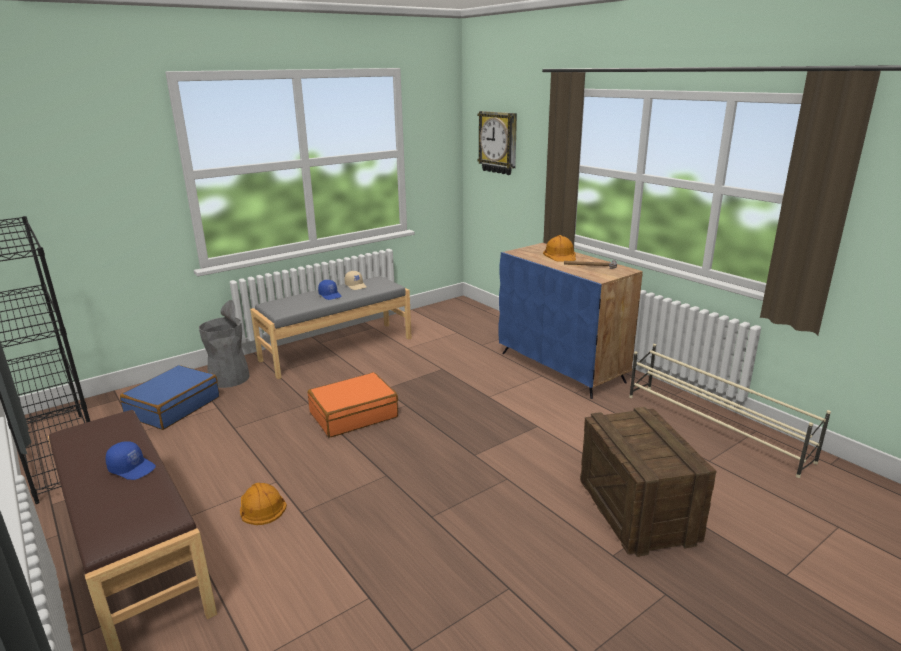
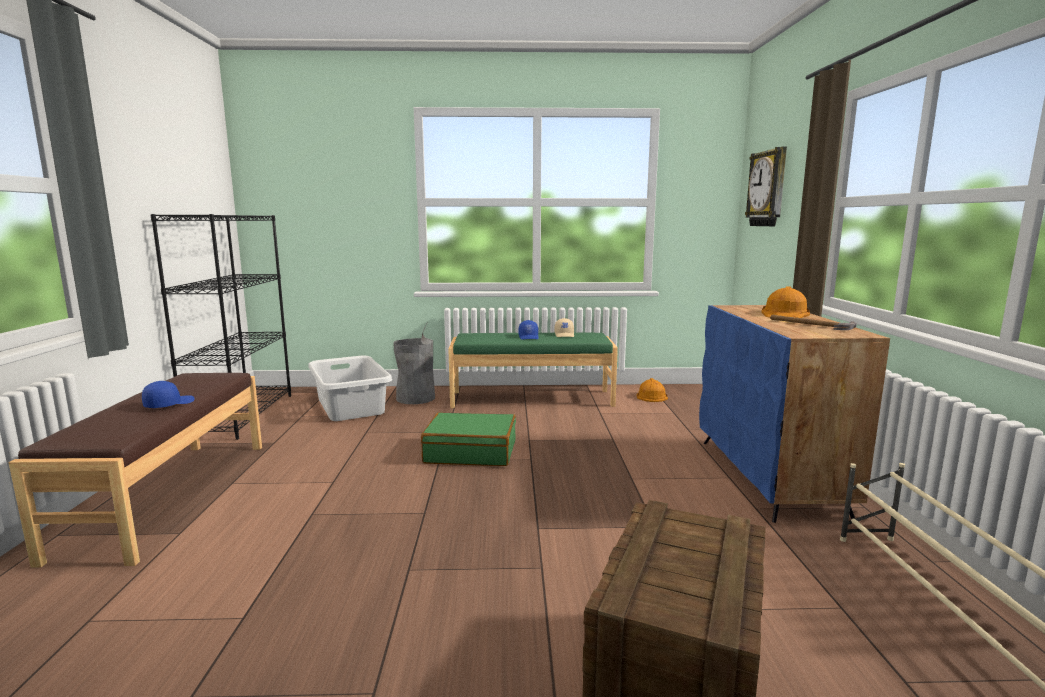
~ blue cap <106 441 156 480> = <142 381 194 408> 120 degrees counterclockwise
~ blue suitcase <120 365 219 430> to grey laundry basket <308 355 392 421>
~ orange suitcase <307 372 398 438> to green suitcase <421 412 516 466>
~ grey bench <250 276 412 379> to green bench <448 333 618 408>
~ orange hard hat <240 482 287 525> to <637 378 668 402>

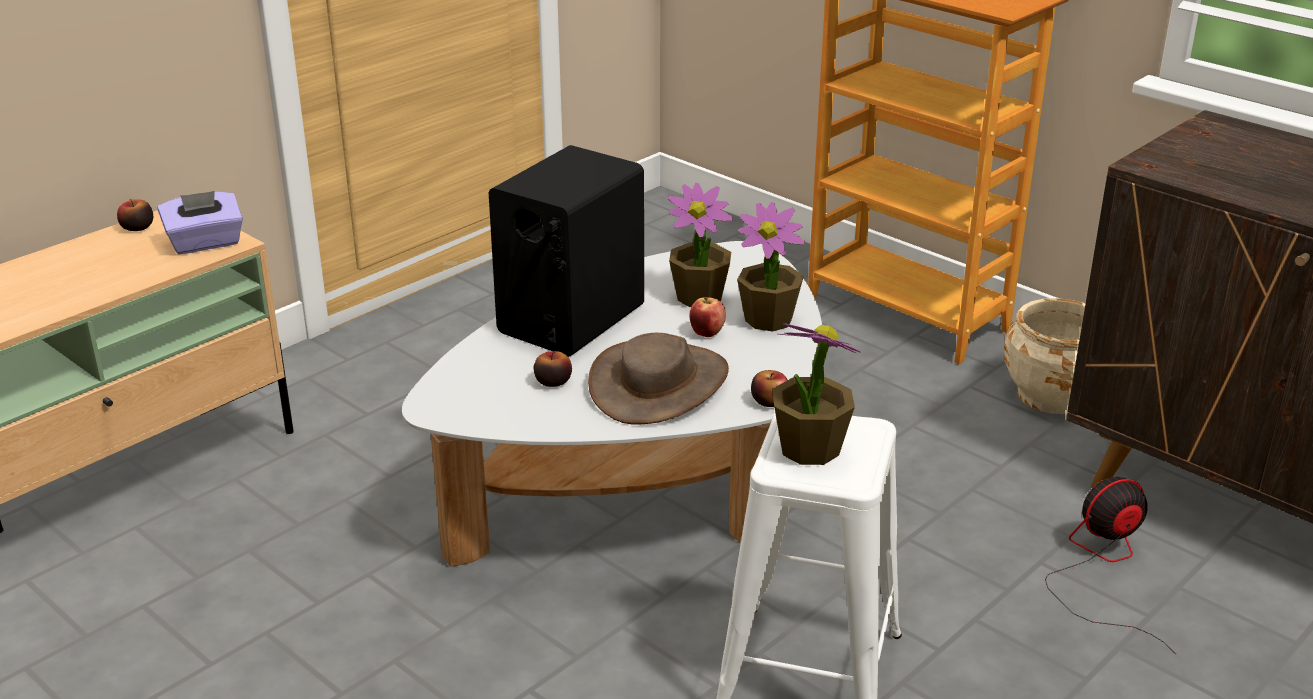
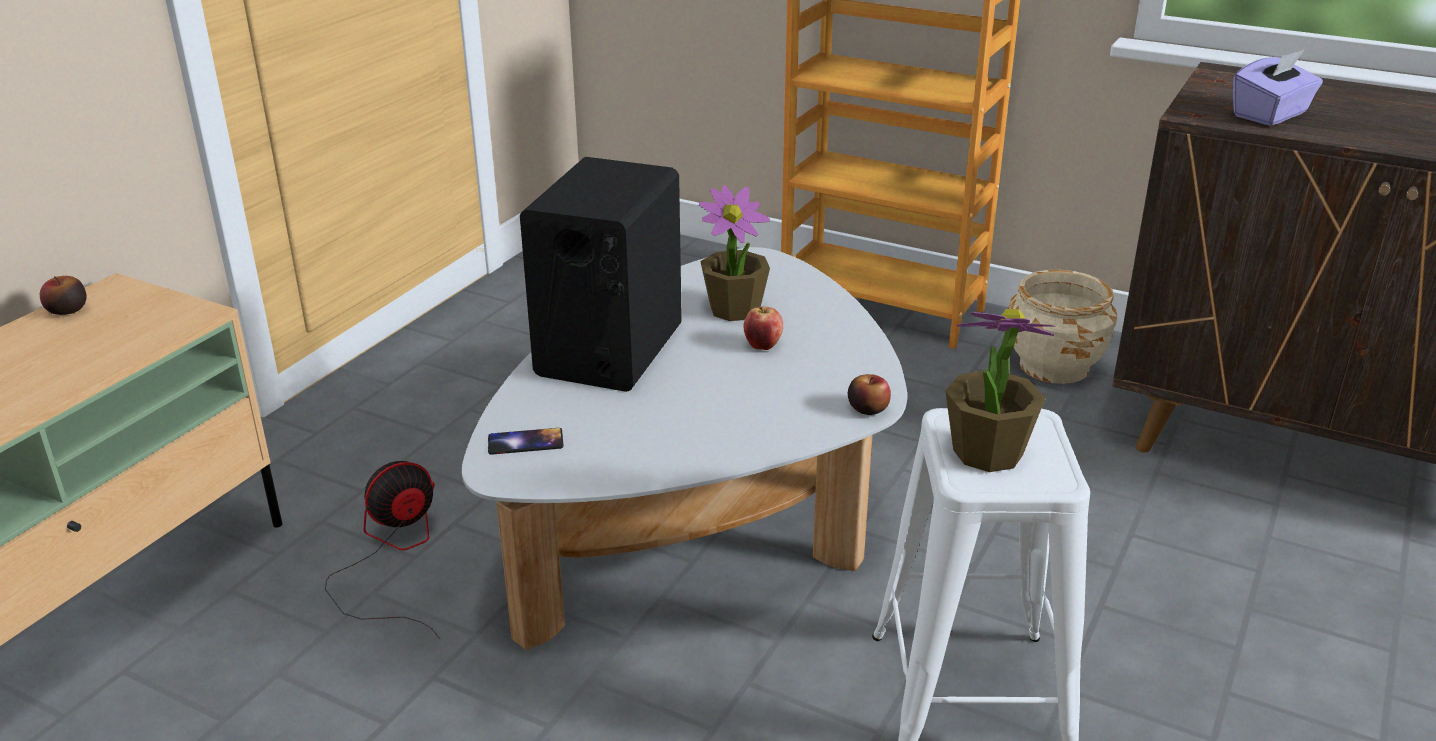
~ fan <1045 477 1176 654> to <325 461 440 639>
+ phone <488 428 564 455>
~ purple tissue box <157 191 243 254> to <1233 50 1323 126>
- apple <534 351 572 387>
- brown hat <588 333 729 424>
- potted plant <737 202 805 331>

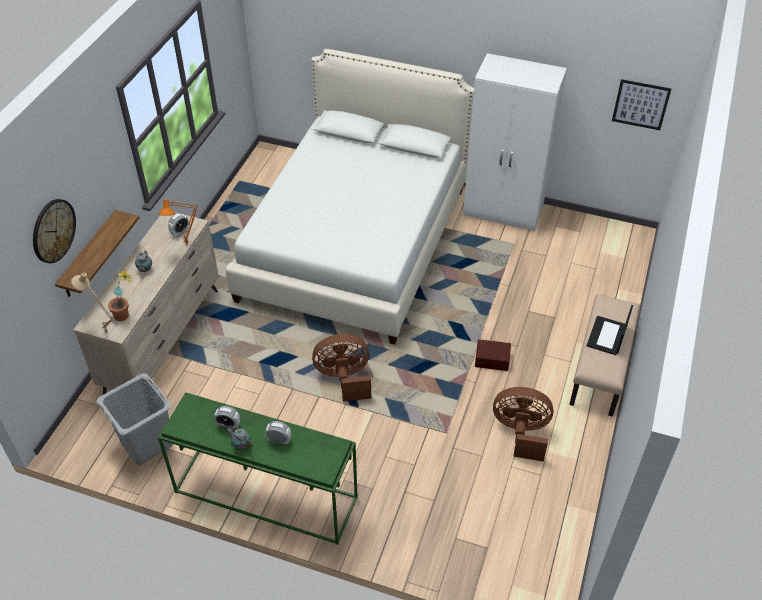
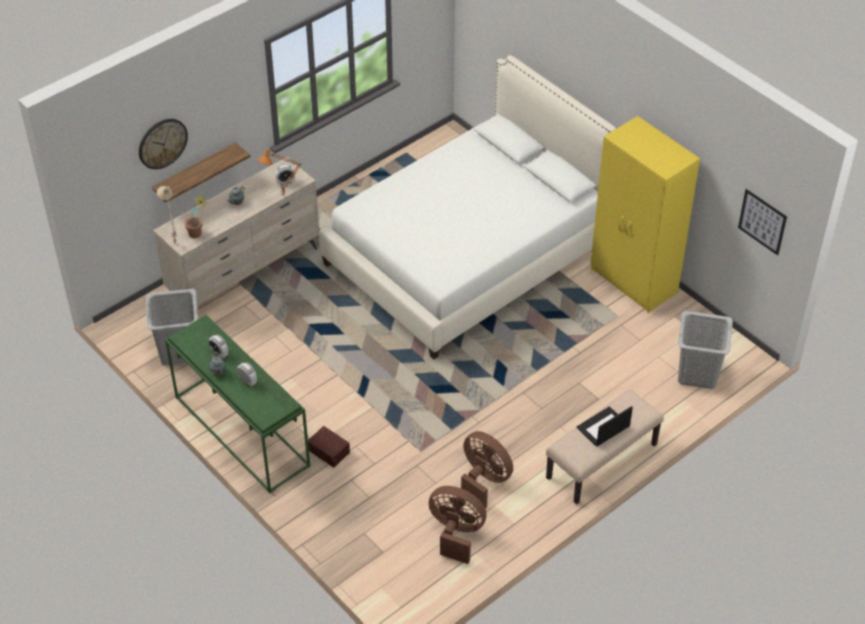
~ brown storage box <475 339 511 371> to <308 426 350 467>
~ brown fan <312 334 371 402> to <429 486 487 564>
~ white wardrobe <463 53 567 232> to yellow wardrobe <590 116 700 313>
+ grey laundry basket <678 311 733 389>

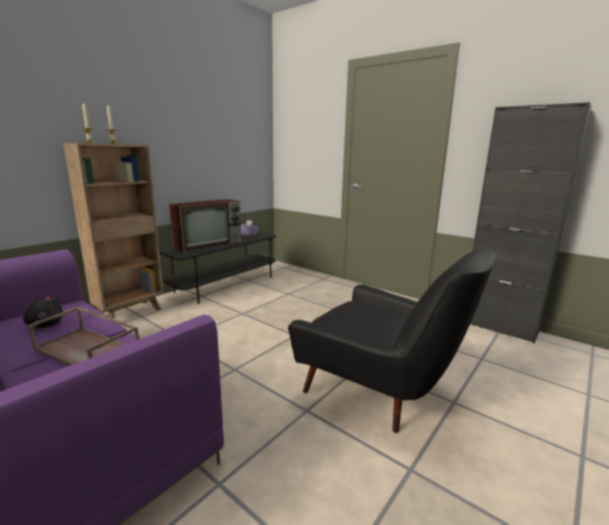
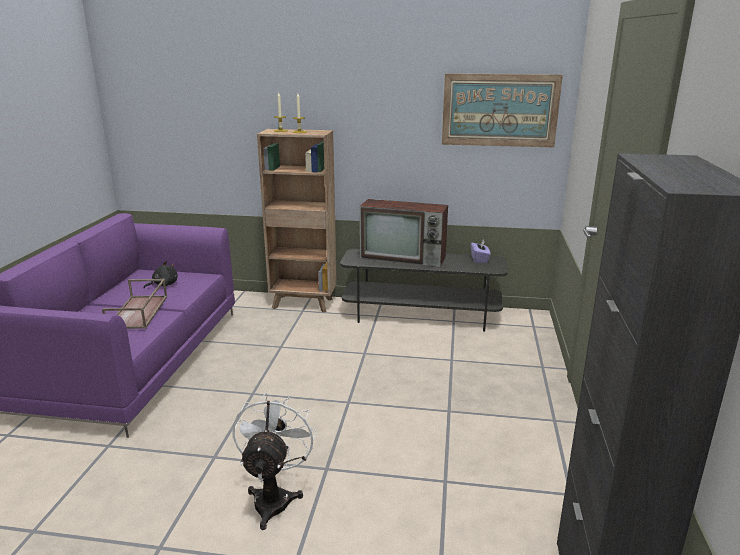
~ black armchair <288 249 497 433> to white fan <233 393 316 530>
+ picture <442 73 563 147>

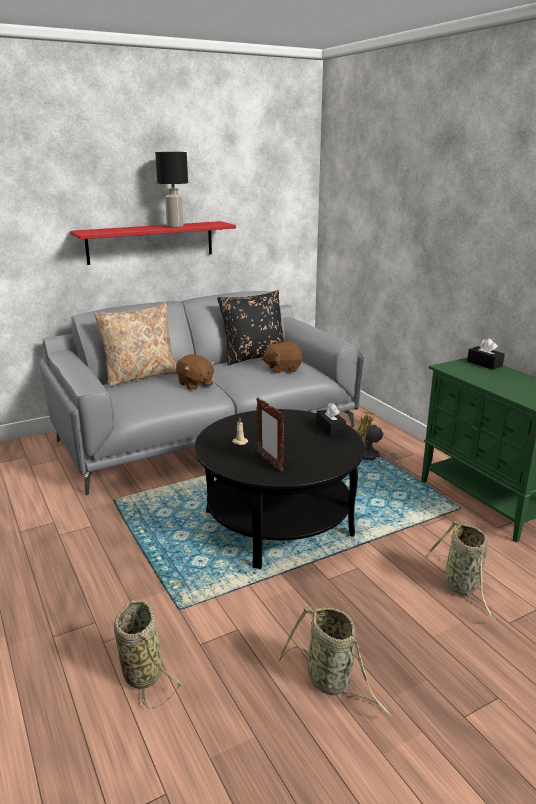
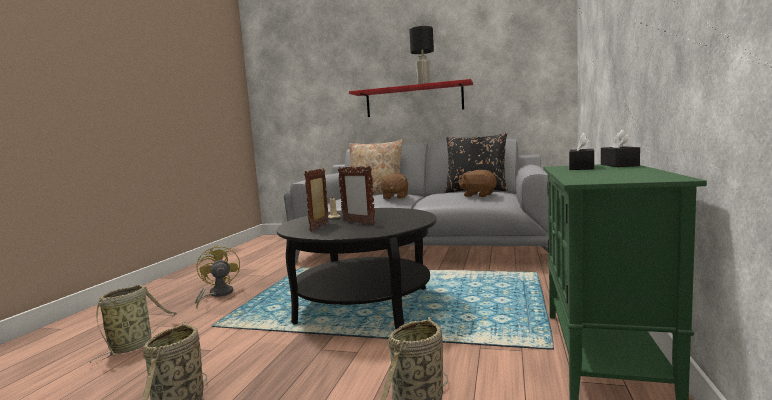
~ yellow fan <356 411 400 472> to <195 245 240 308>
+ picture frame <338 166 376 225>
~ black tissue box <316 403 346 437> to <569 132 594 170>

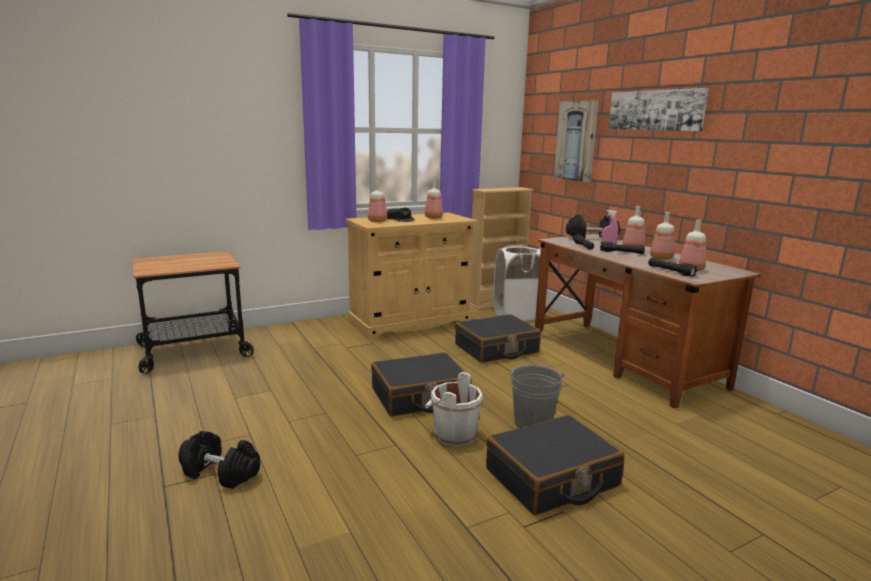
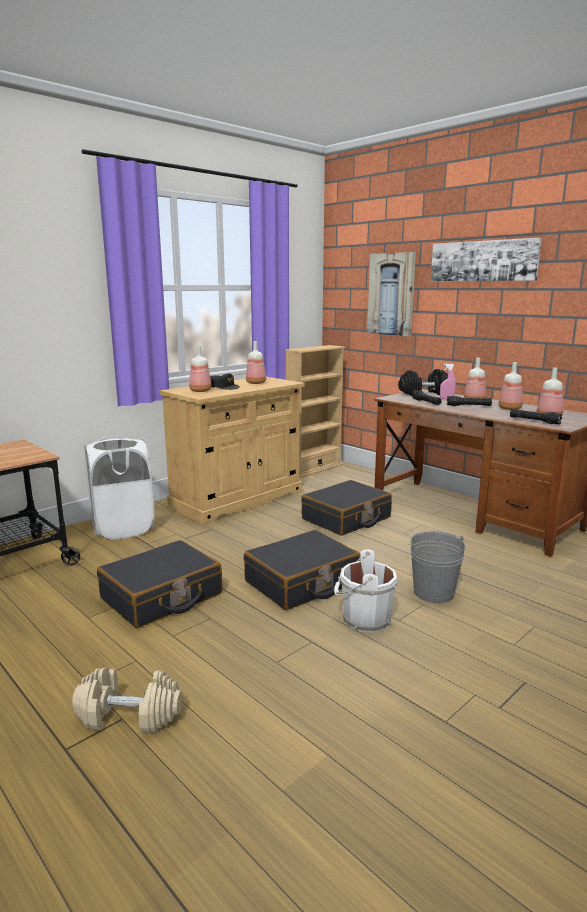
~ black dumbbell <178 431 260 489> to beige dumbbell <72 668 182 734>
~ white laundry basket <493 245 541 321> to <84 436 154 539>
~ black suitcase <486 415 625 515> to <97 540 222 628>

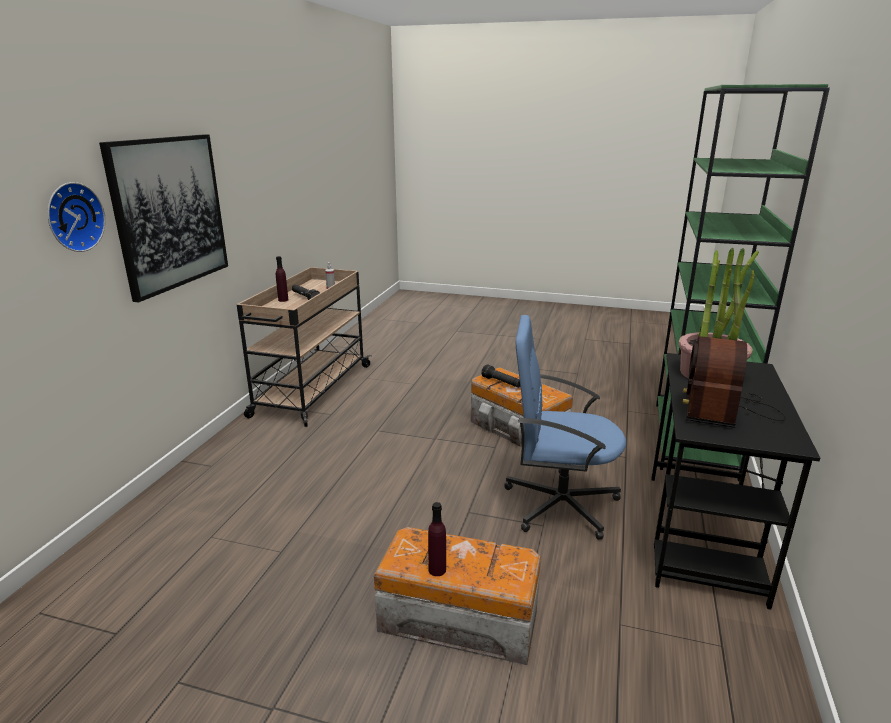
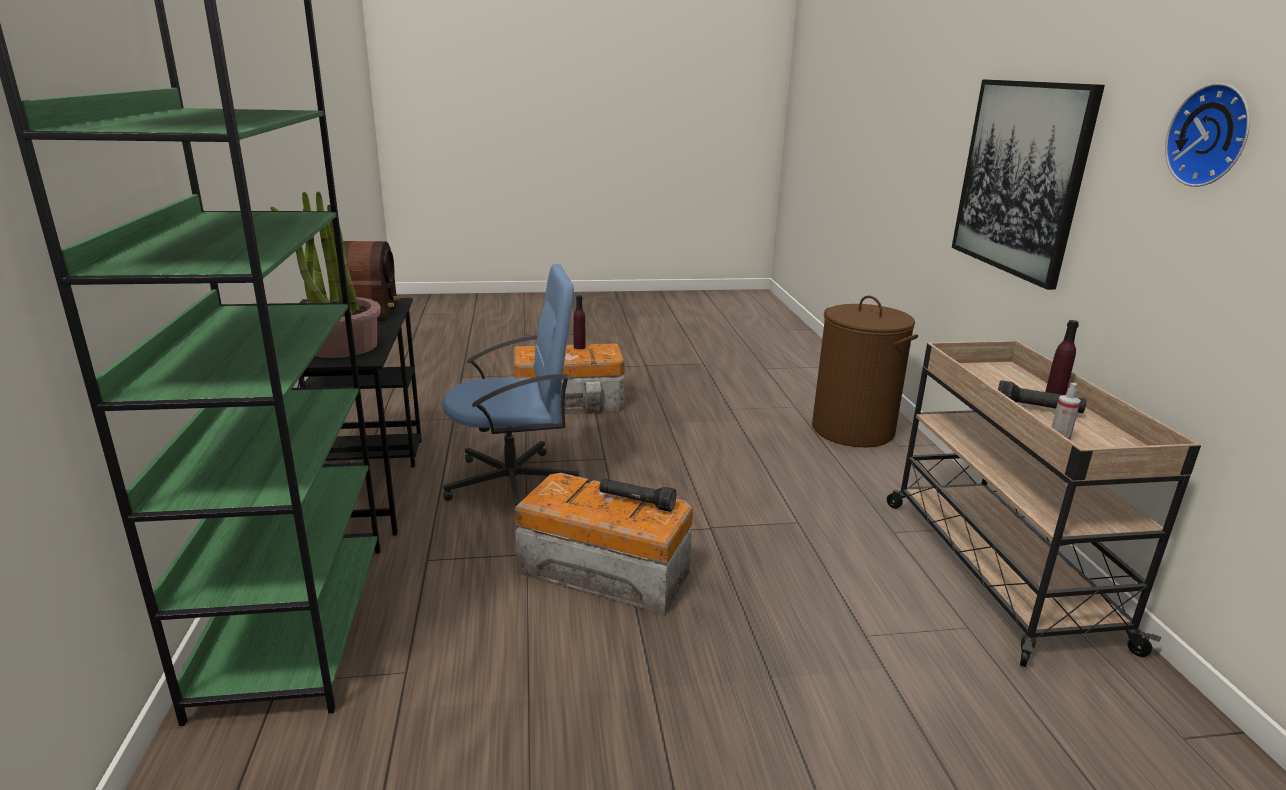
+ brown laundry basket <812 295 918 447>
~ wall clock <47 182 105 252> to <1165 83 1250 187>

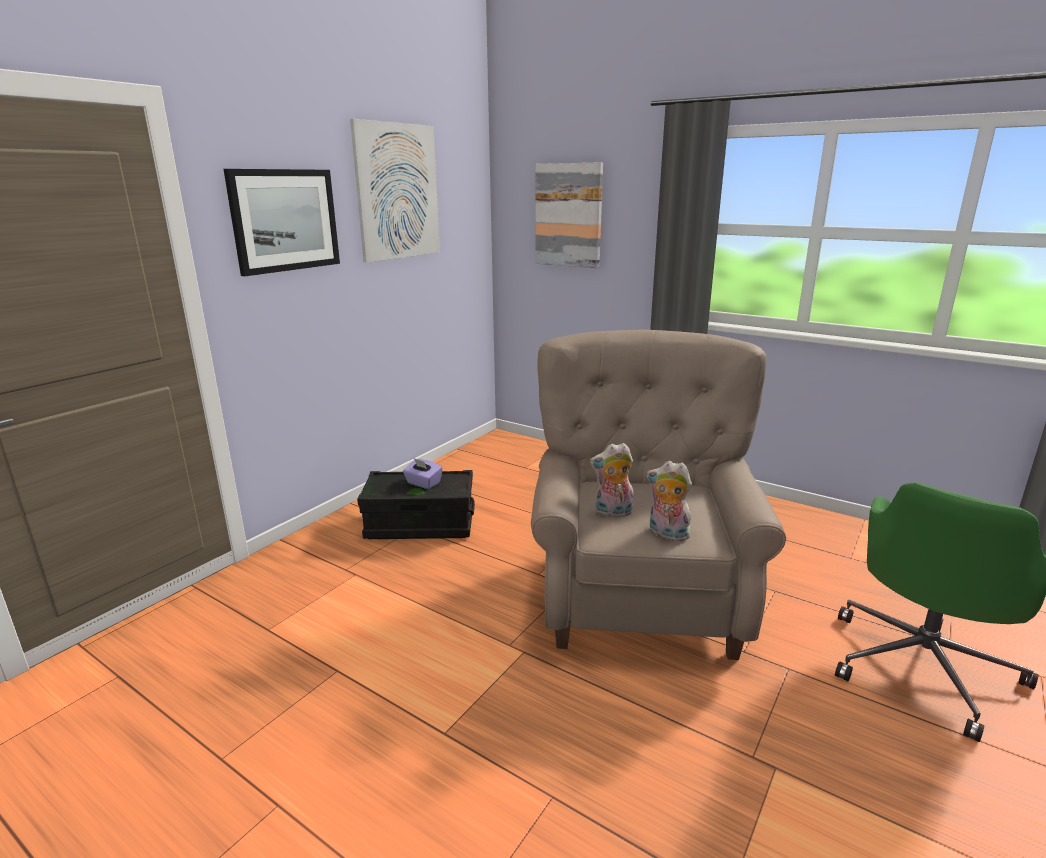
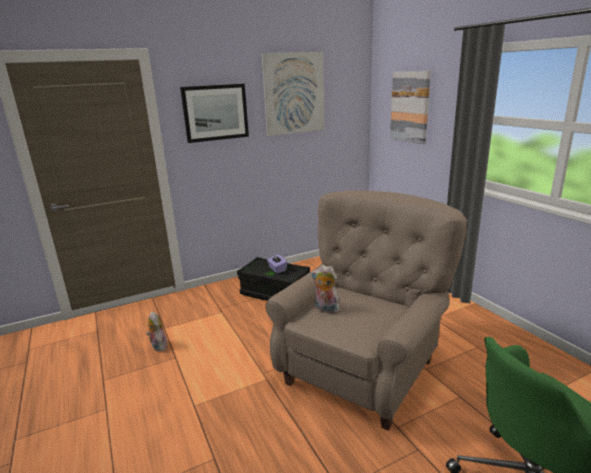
~ plush toy <647 461 692 541> to <146 311 168 351>

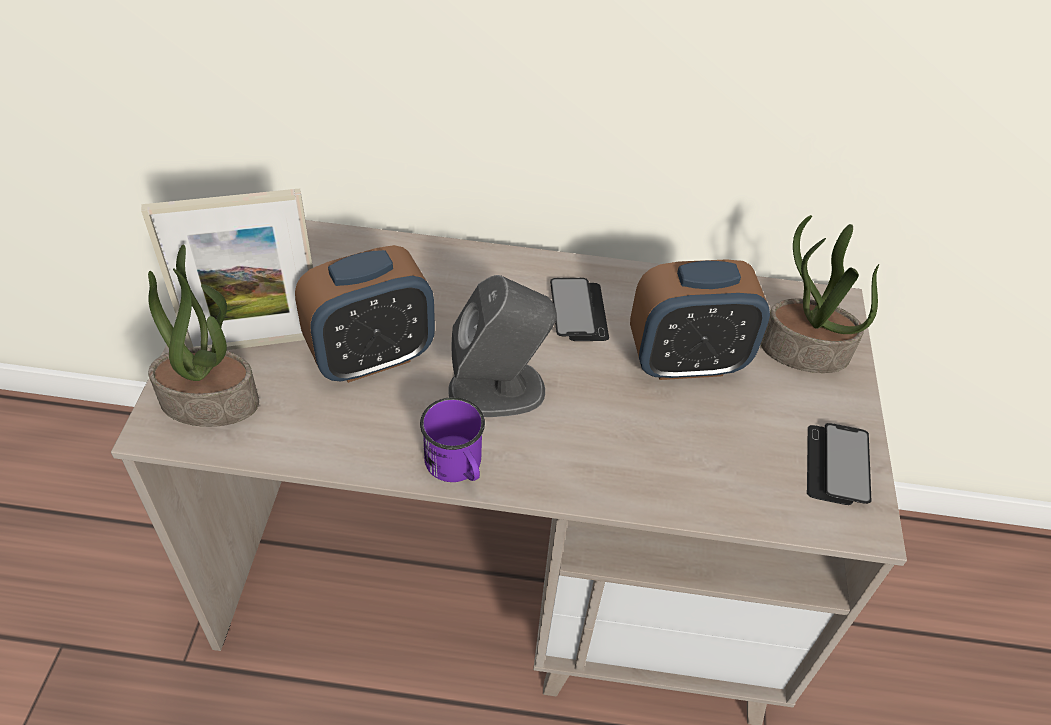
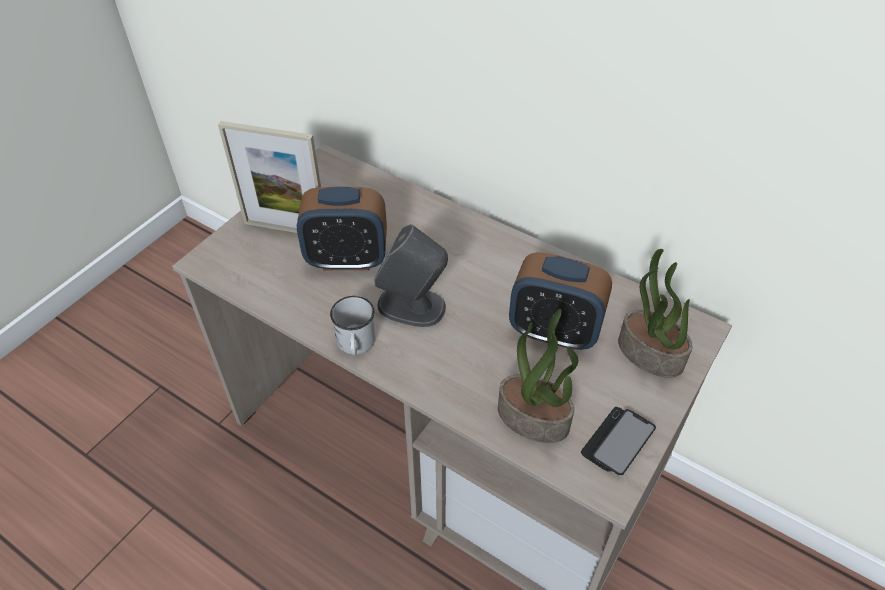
~ purple mug <420 397 485 482> to white mug <330 296 375 355>
~ potted plant <148 244 259 427> to <498 309 578 443>
- phone <550 278 609 341>

